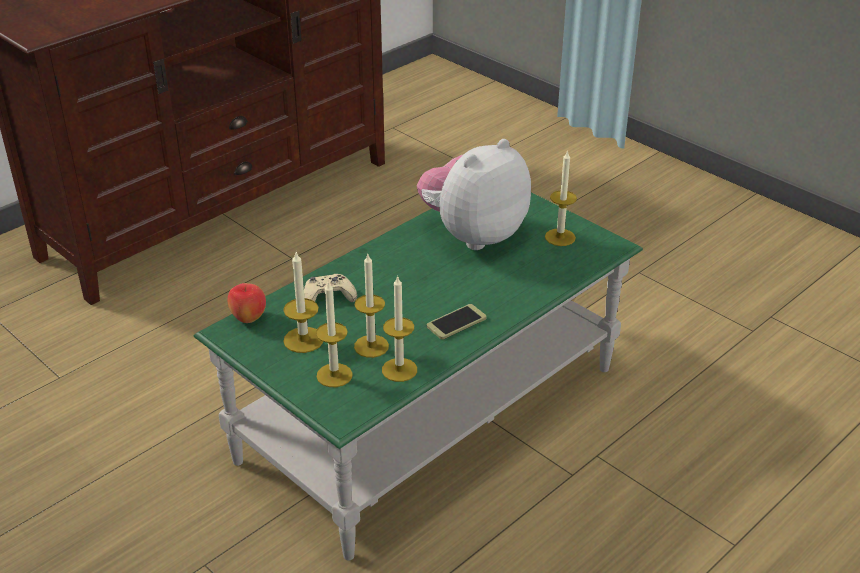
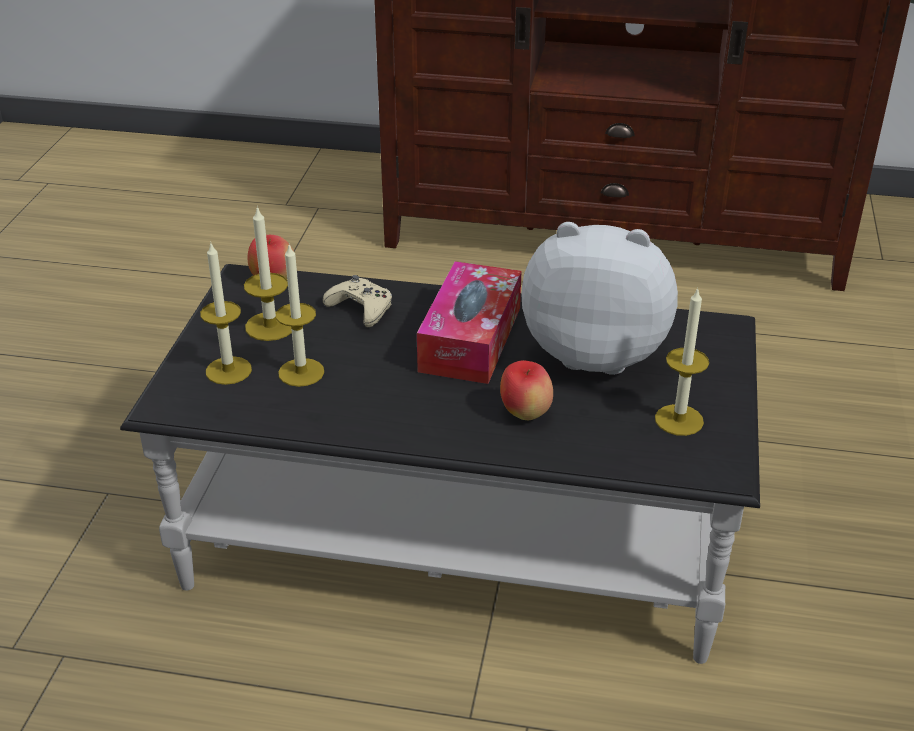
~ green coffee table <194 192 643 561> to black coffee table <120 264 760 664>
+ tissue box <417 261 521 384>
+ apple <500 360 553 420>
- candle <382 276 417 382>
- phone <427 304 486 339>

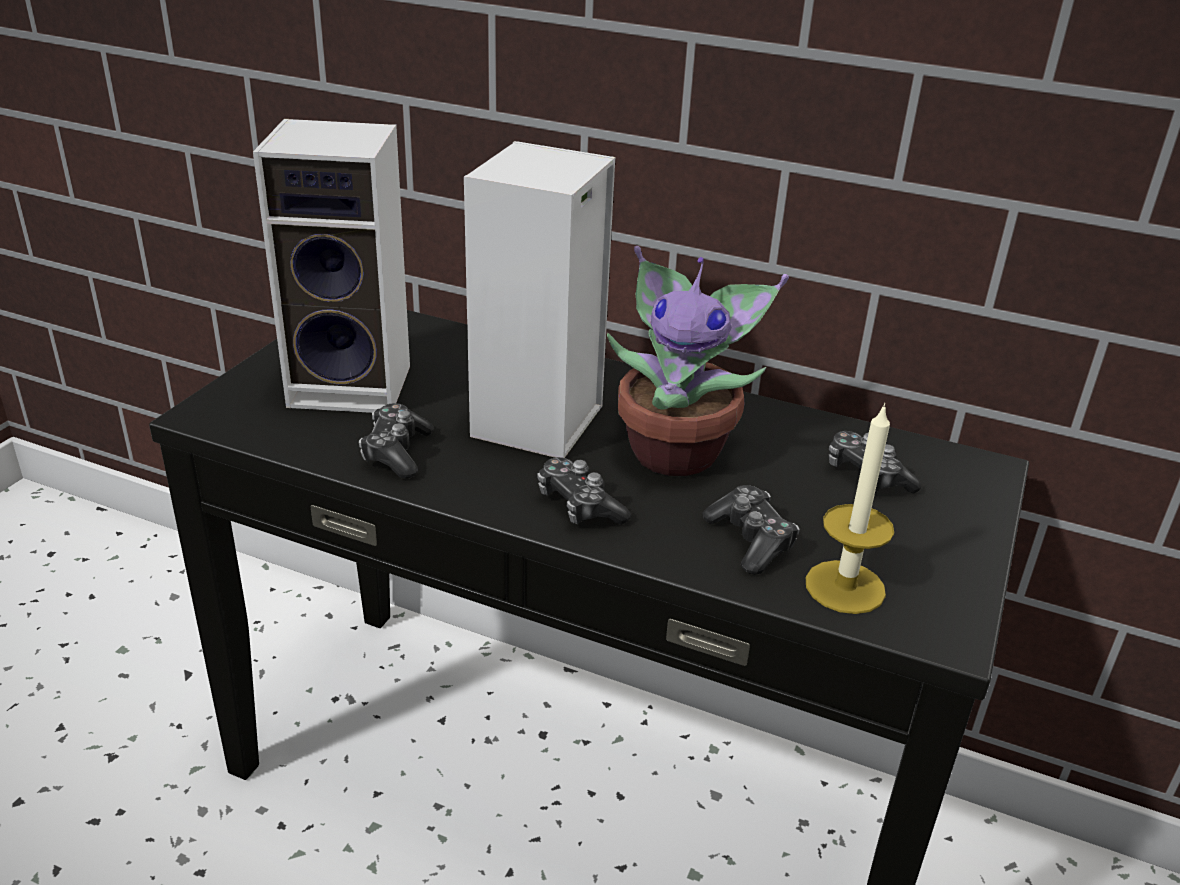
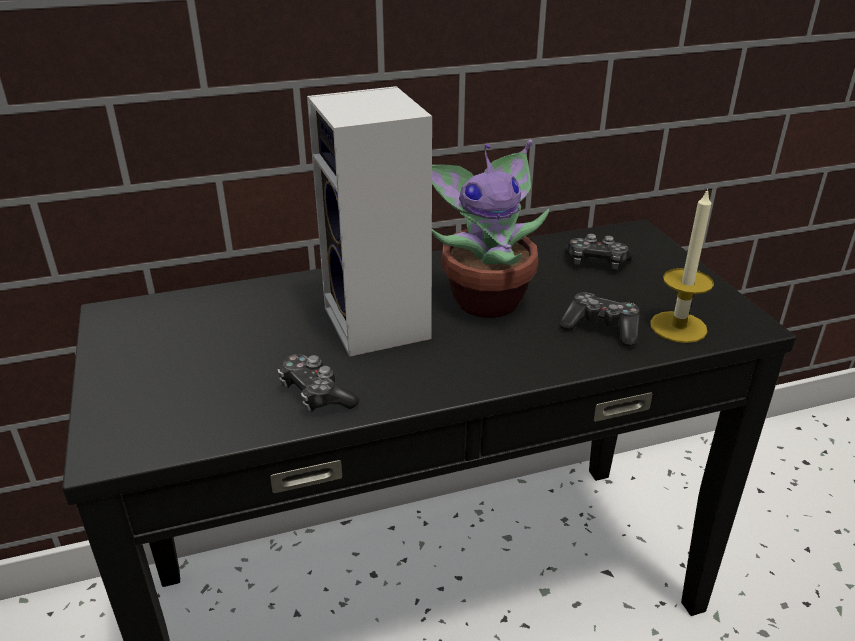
- speaker <253 119 410 413>
- game controller <537 457 631 525>

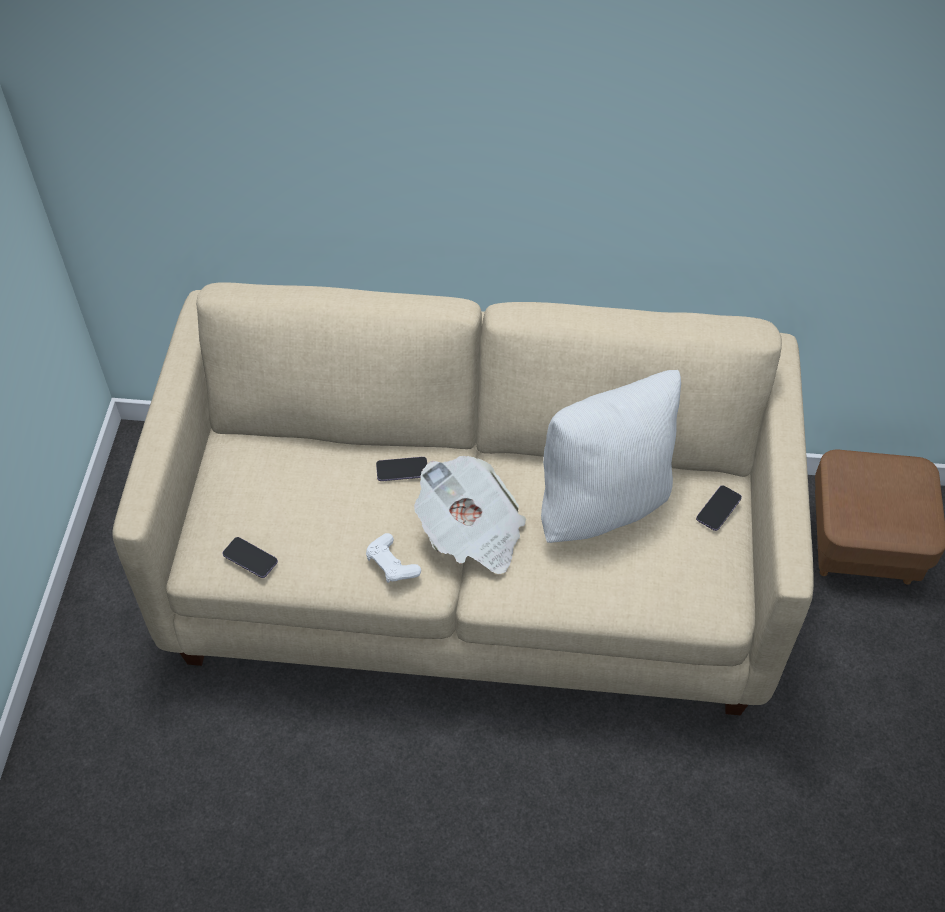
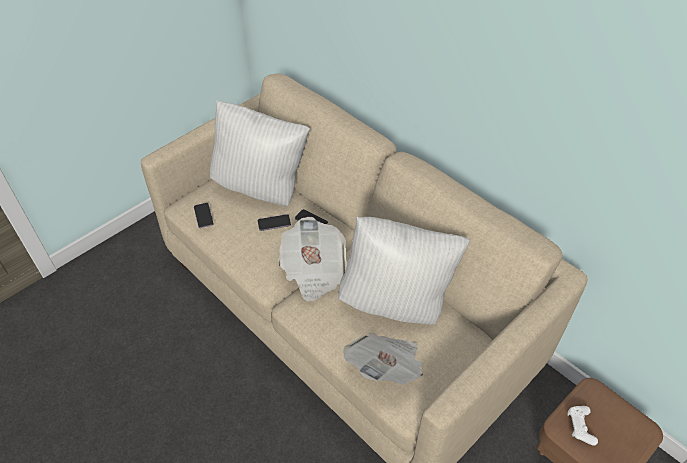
+ white pillow <210 100 310 206>
~ phone <696 485 742 531> to <258 214 291 231>
+ newspaper <343 332 423 385>
~ white game controller <366 533 421 583> to <567 406 598 446>

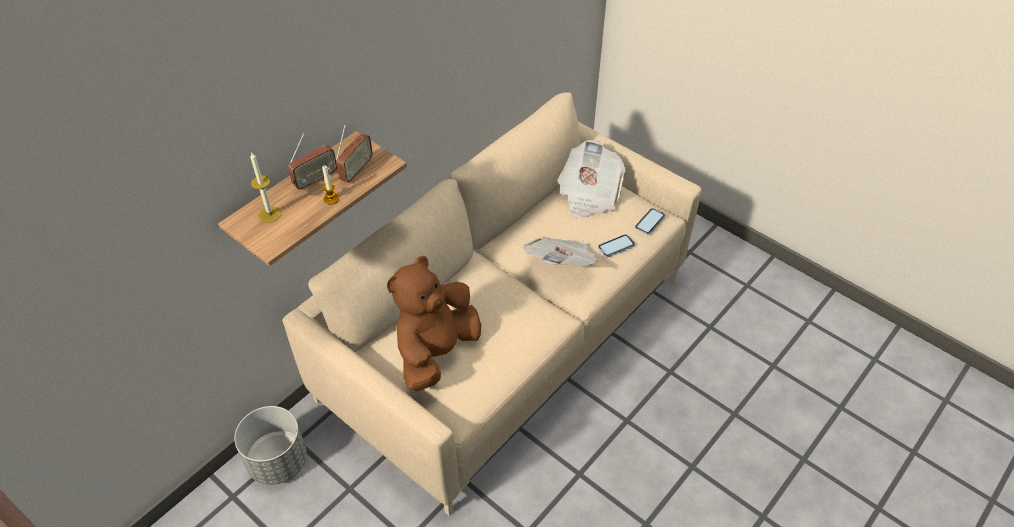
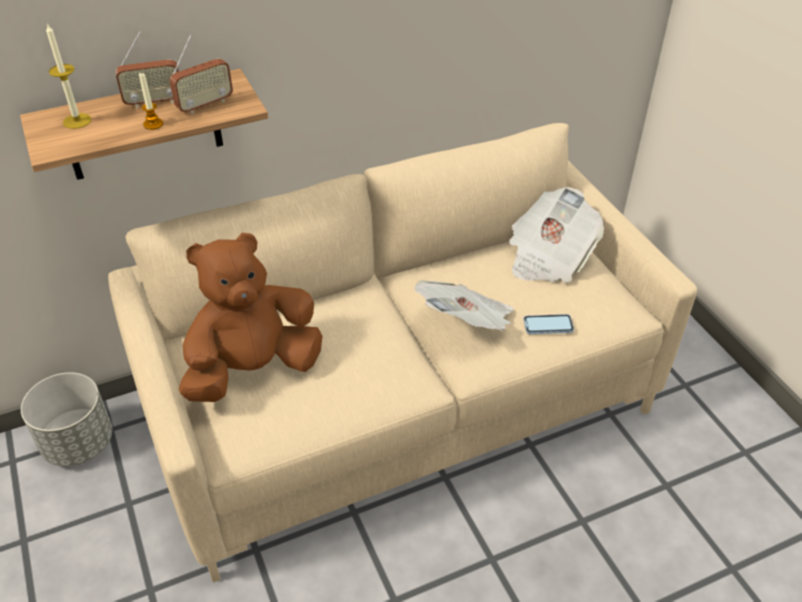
- phone <635 208 665 235>

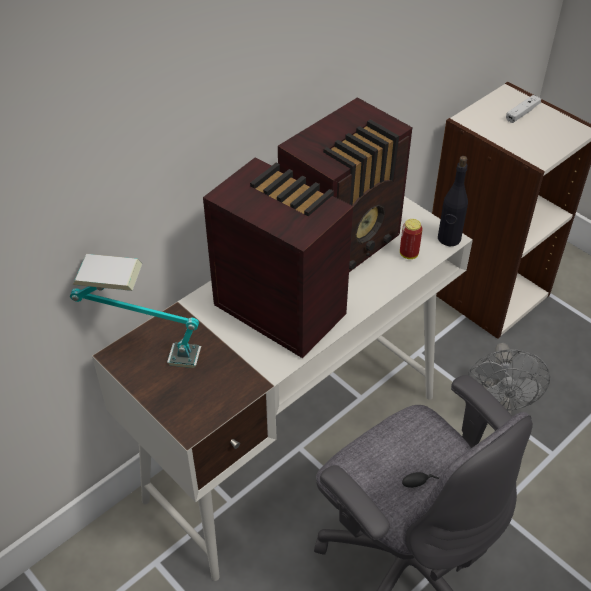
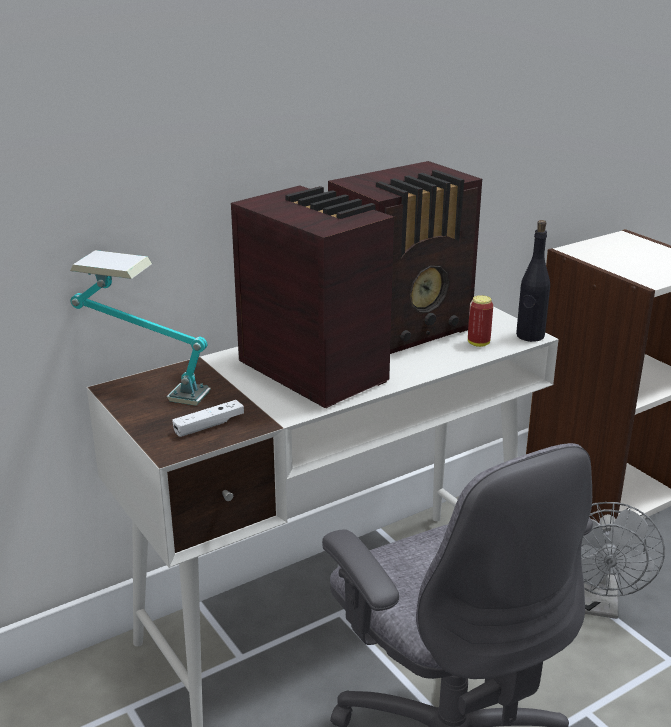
~ white game controller <506 95 541 123> to <172 400 244 437>

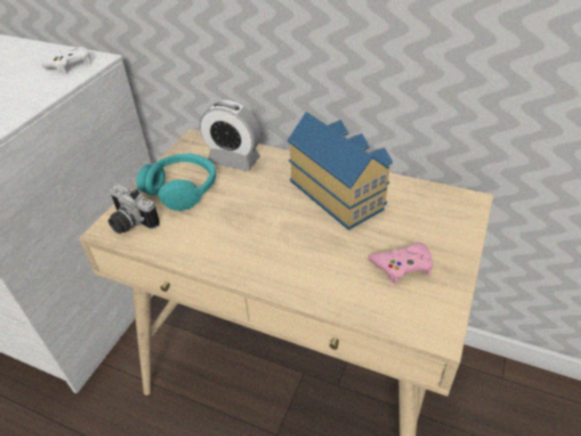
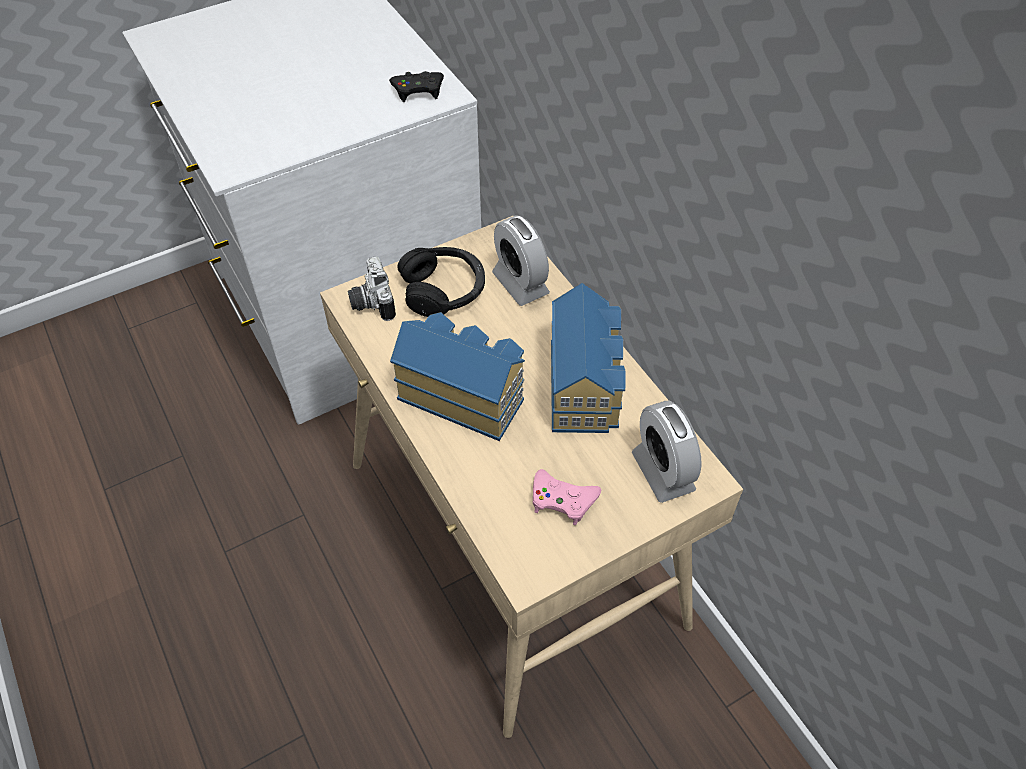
~ white game controller <41 47 91 74> to black game controller <389 71 444 102>
+ toy house <390 312 525 441>
~ turquoise headphones <136 154 216 211> to black headphones <397 247 485 317>
+ alarm clock <632 401 702 503>

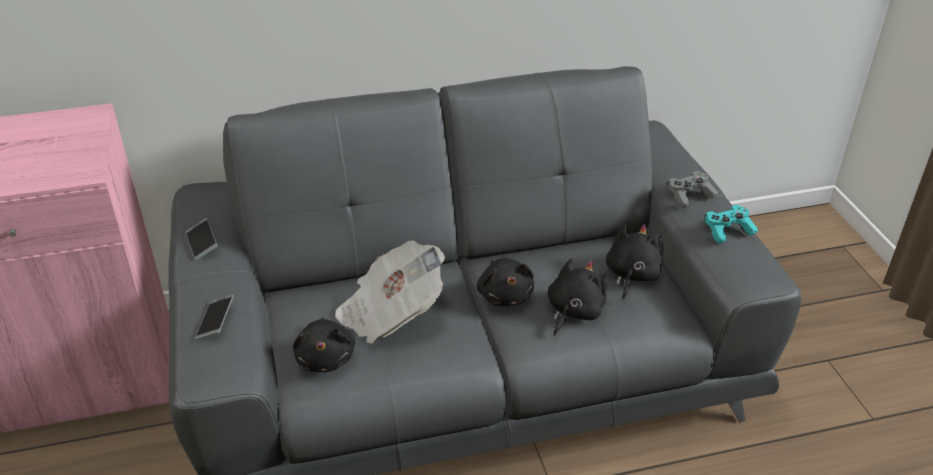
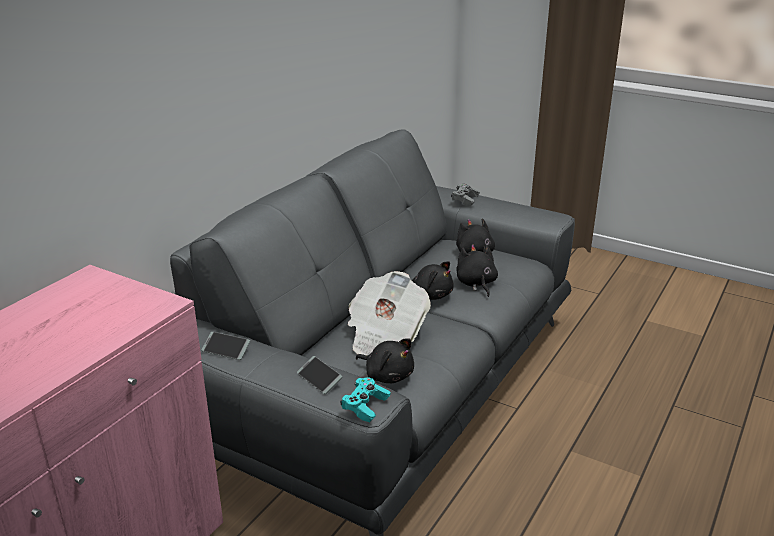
~ turquoise game controller <705 205 758 244> to <340 377 391 422>

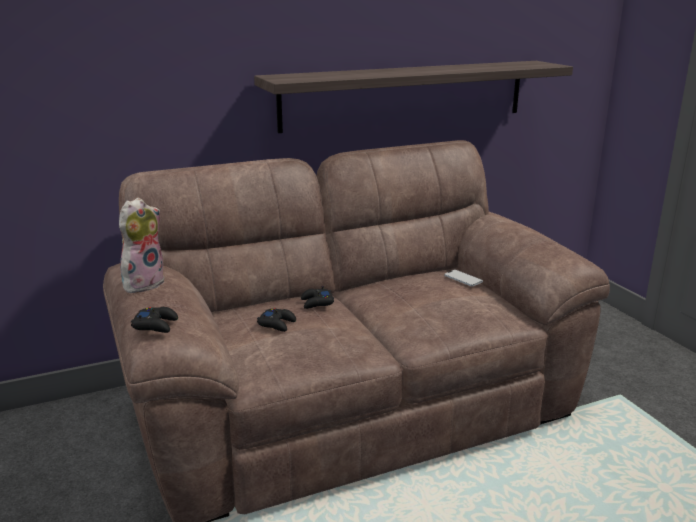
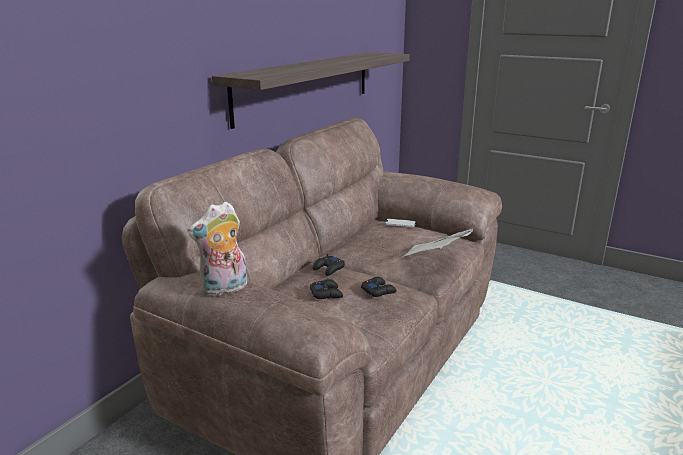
~ plush toy <119 197 165 293> = <187 201 247 296> 120 degrees counterclockwise
~ black game controller <131 307 178 333> to <361 277 396 297>
+ newspaper <402 228 473 257>

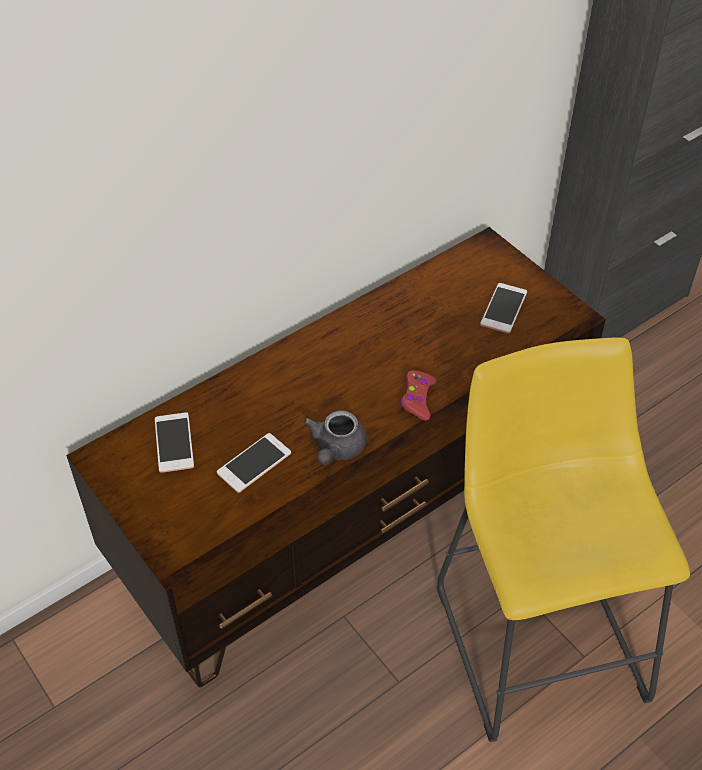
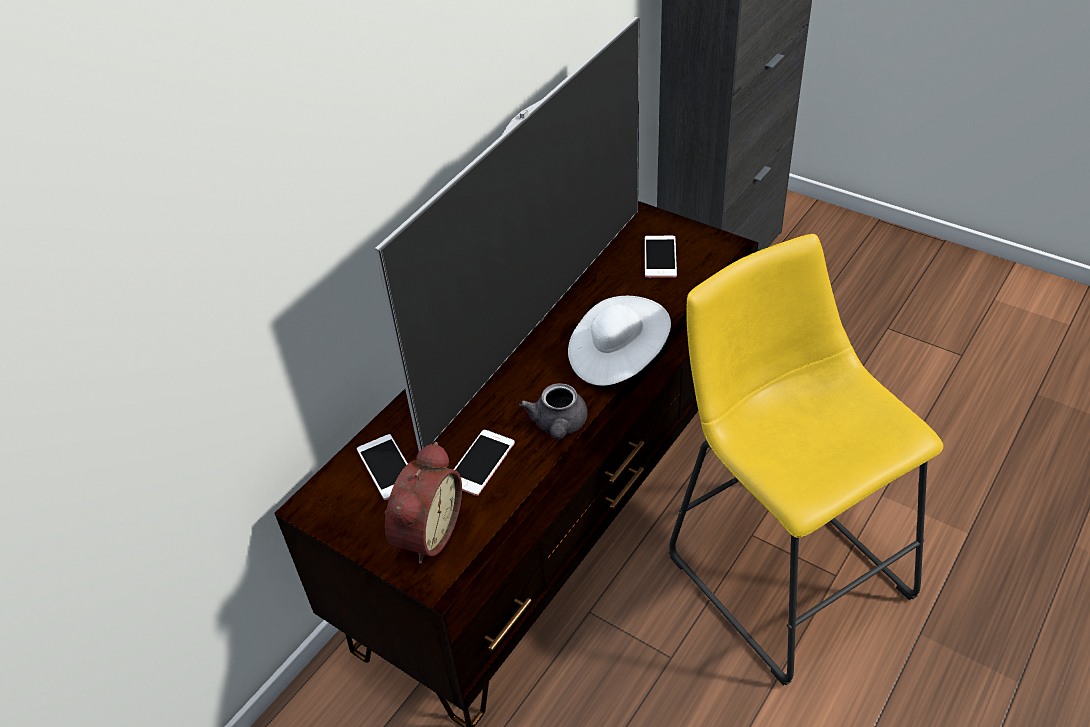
+ television <375 17 640 452>
+ alarm clock <385 442 462 564>
~ red game controller <401 370 437 421> to white hat <568 296 671 386>

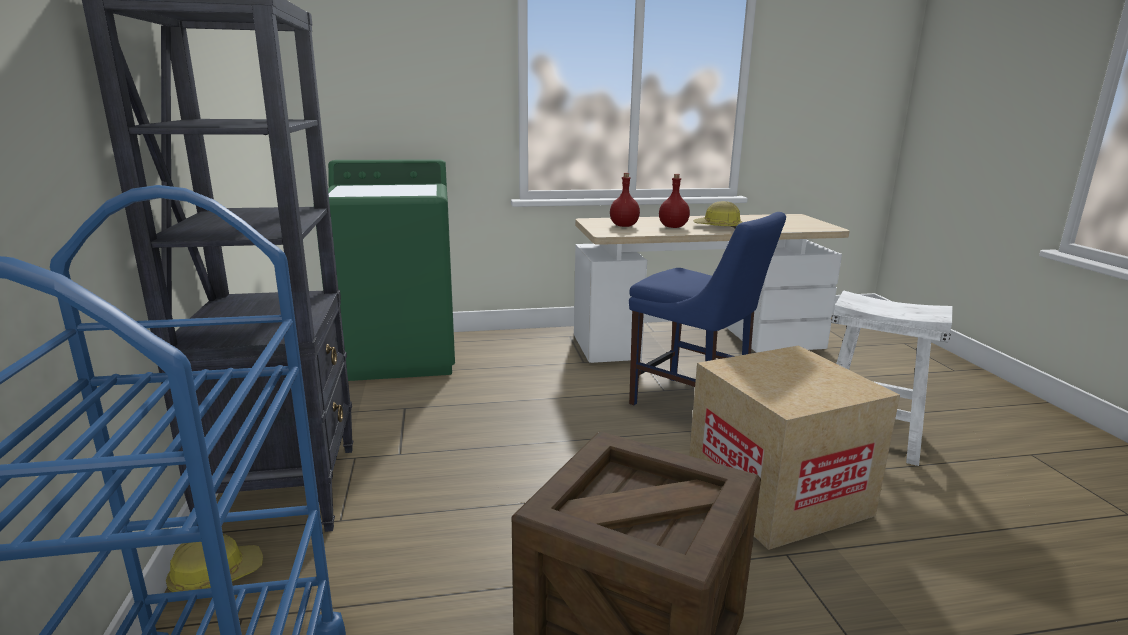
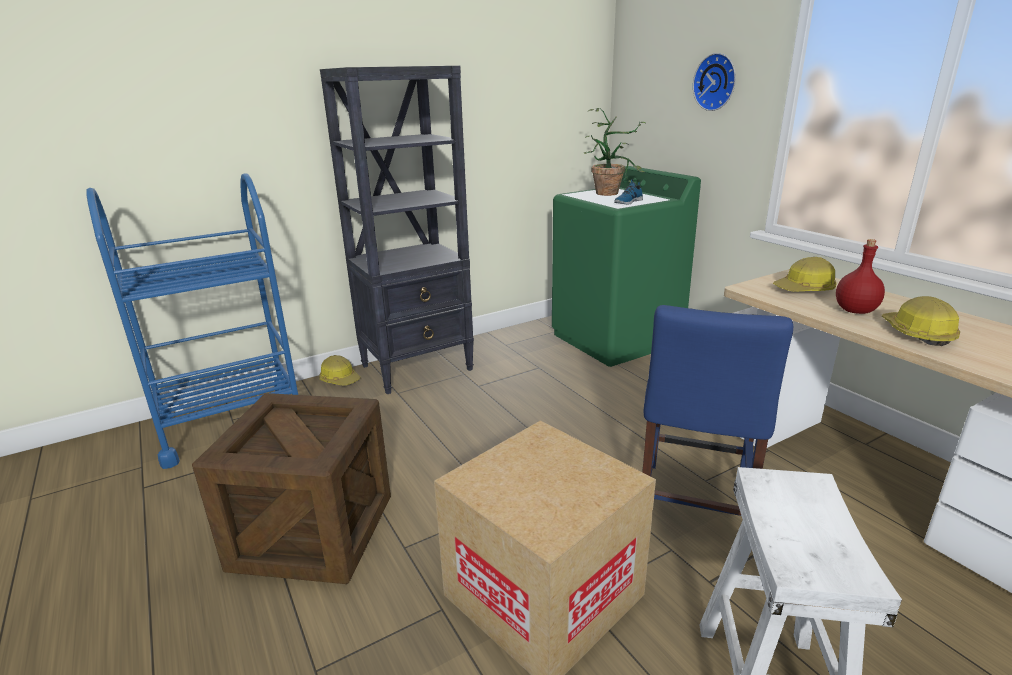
+ potted plant <584 108 647 196>
+ shoe <614 179 643 204>
+ wall clock <693 53 736 111>
~ red bottle <610 173 640 227> to hard hat <773 257 837 292>

